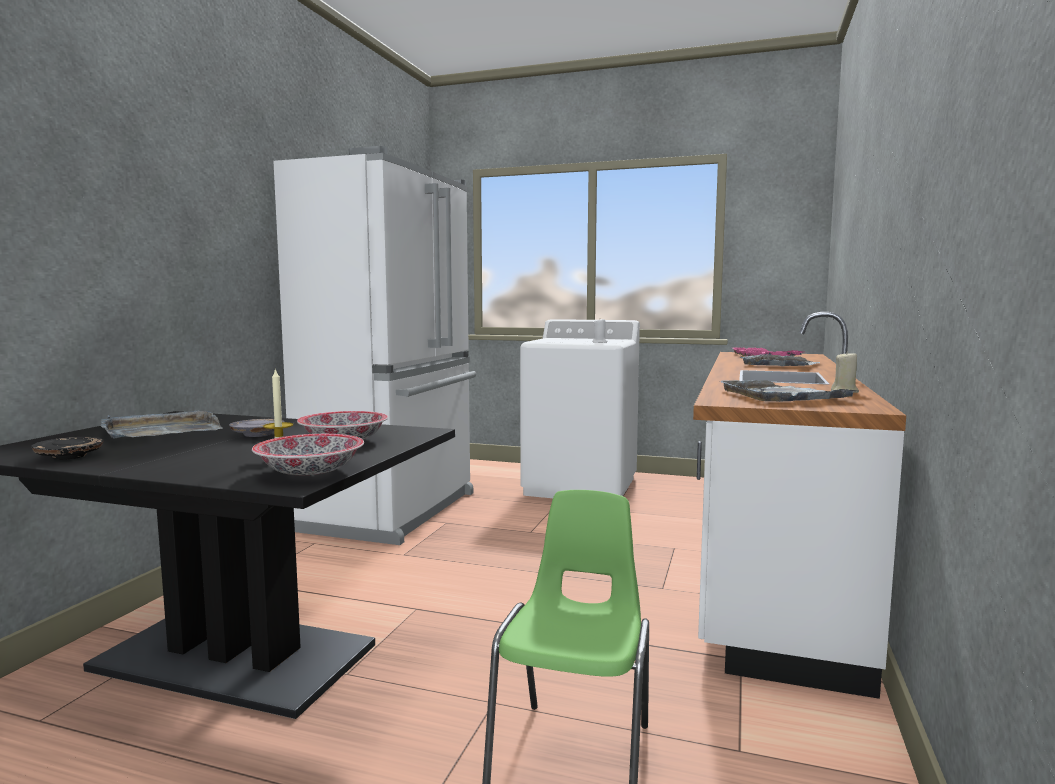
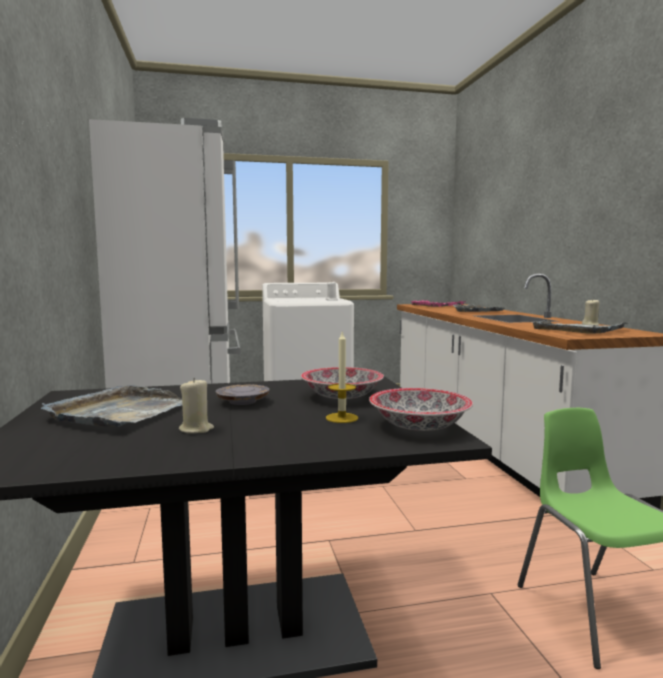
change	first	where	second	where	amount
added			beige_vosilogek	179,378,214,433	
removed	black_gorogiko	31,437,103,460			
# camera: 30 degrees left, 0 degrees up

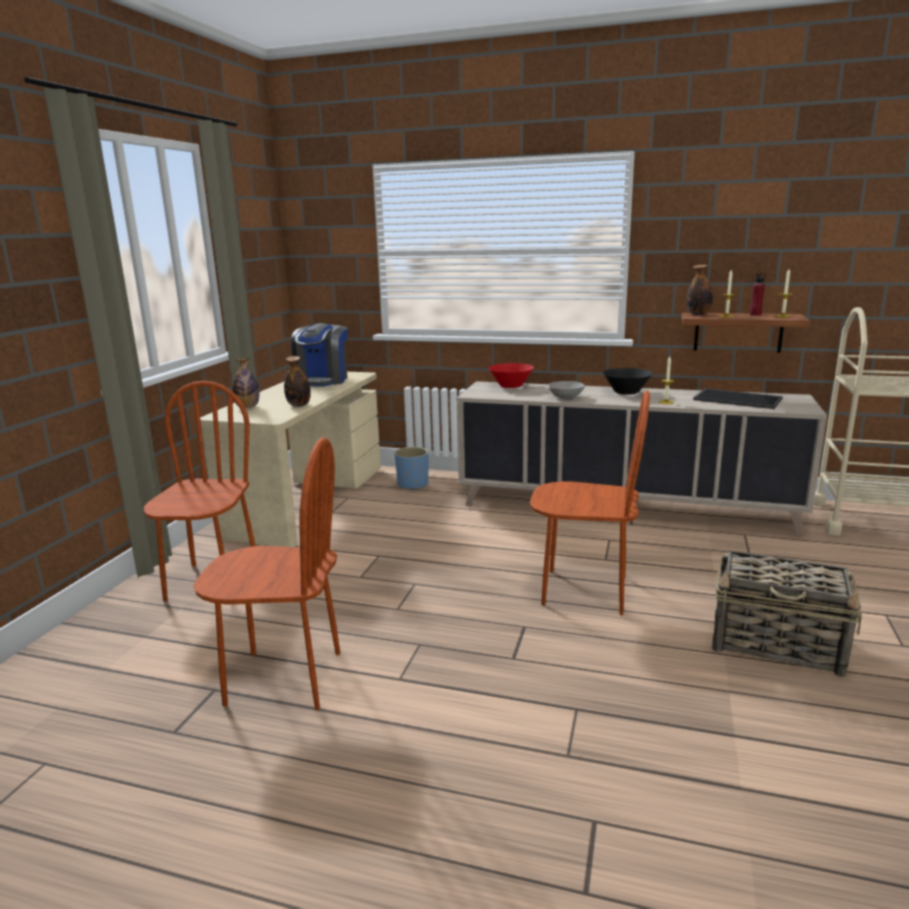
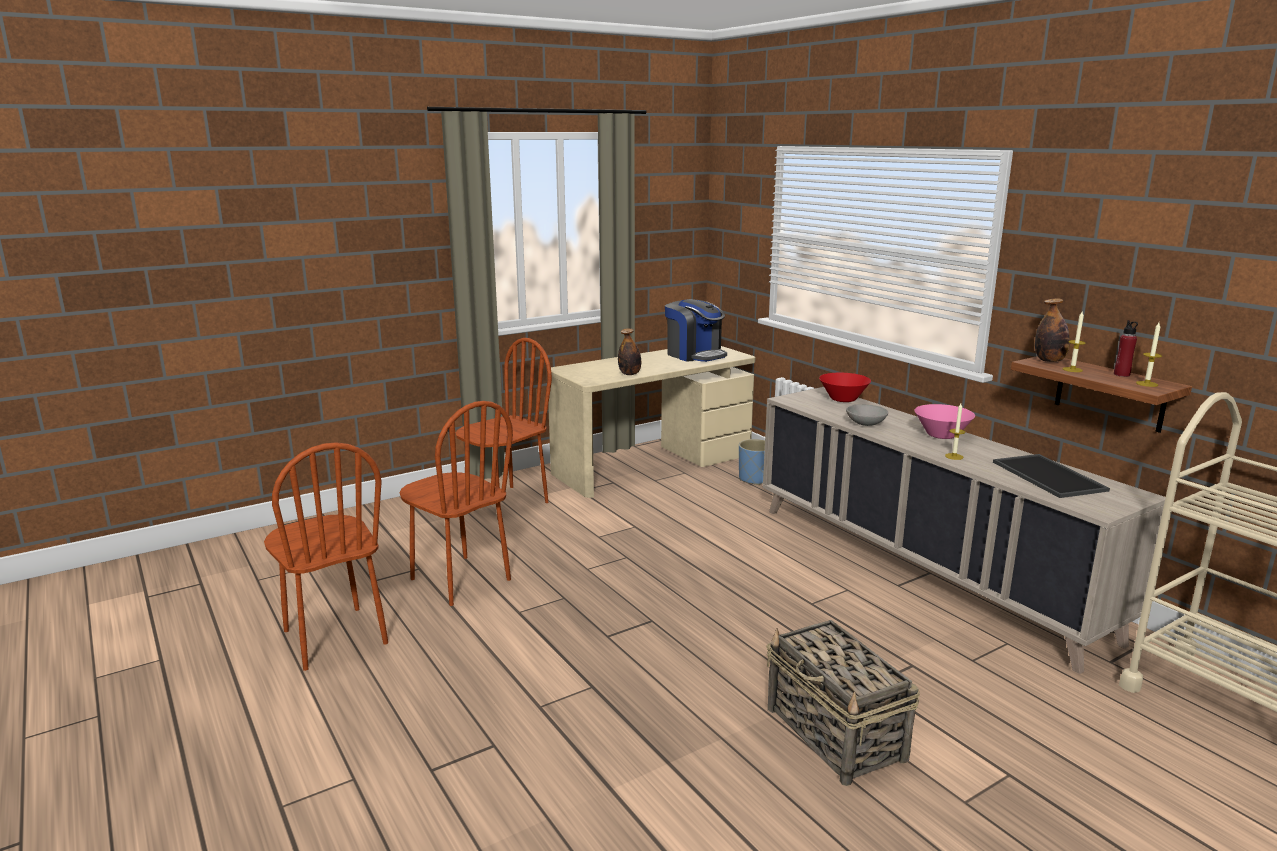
change	first	where	second	where	amount
moved	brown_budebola	530,391,650,615		264,442,388,671	
turned	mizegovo	291,323,348,386		665,299,727,362	90 degrees counterclockwise
recoloured	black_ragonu	603,368,653,395	pink_ragonu	914,404,975,439	
removed	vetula	233,358,259,408			
# camera: 40 degrees right, 0 degrees up

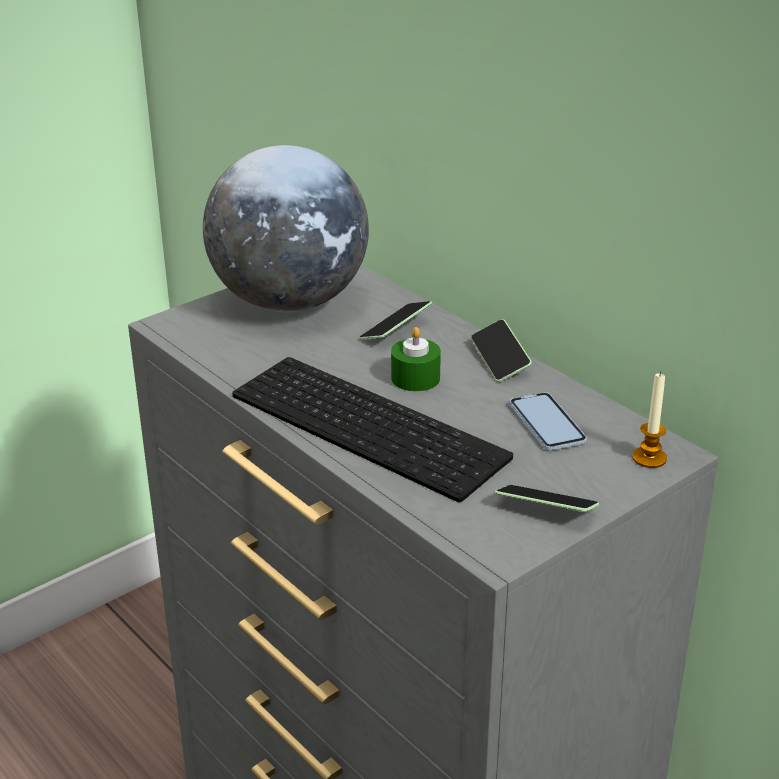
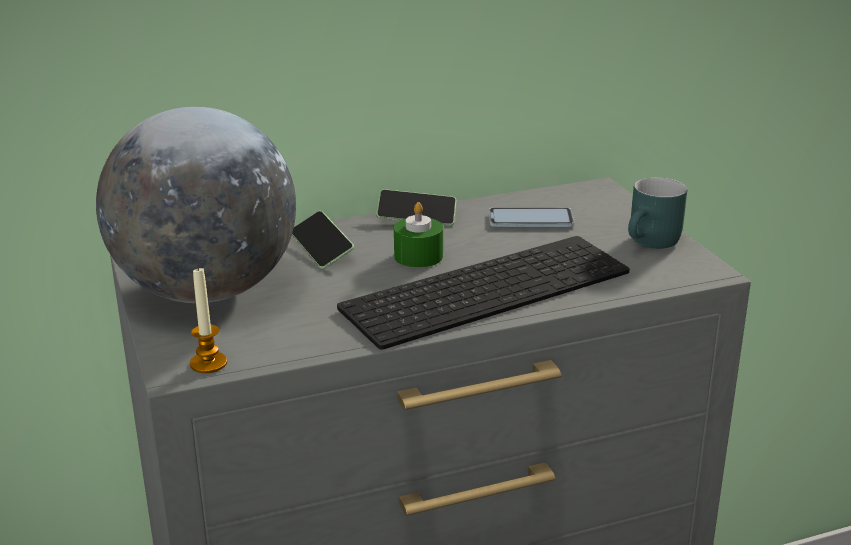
change	first	where	second	where	amount
moved	vosilogek	632,372,667,468		190,268,227,373	
replaced	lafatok	494,485,599,512	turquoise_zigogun	628,177,687,249	
# camera: 70 degrees left, 5 degrees down

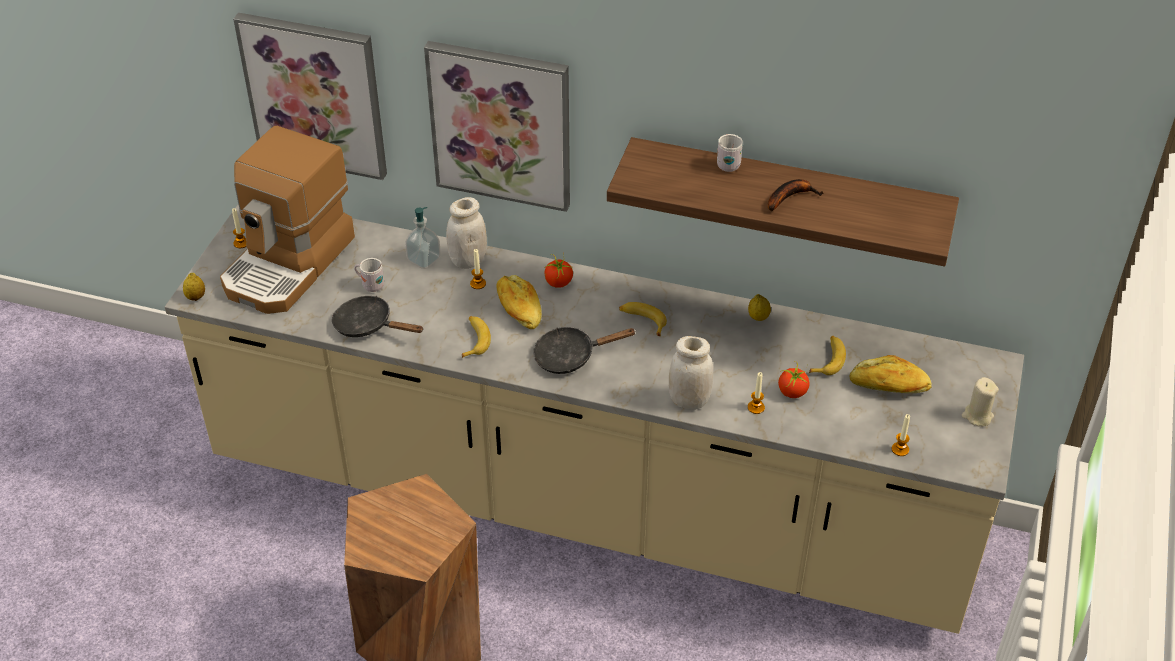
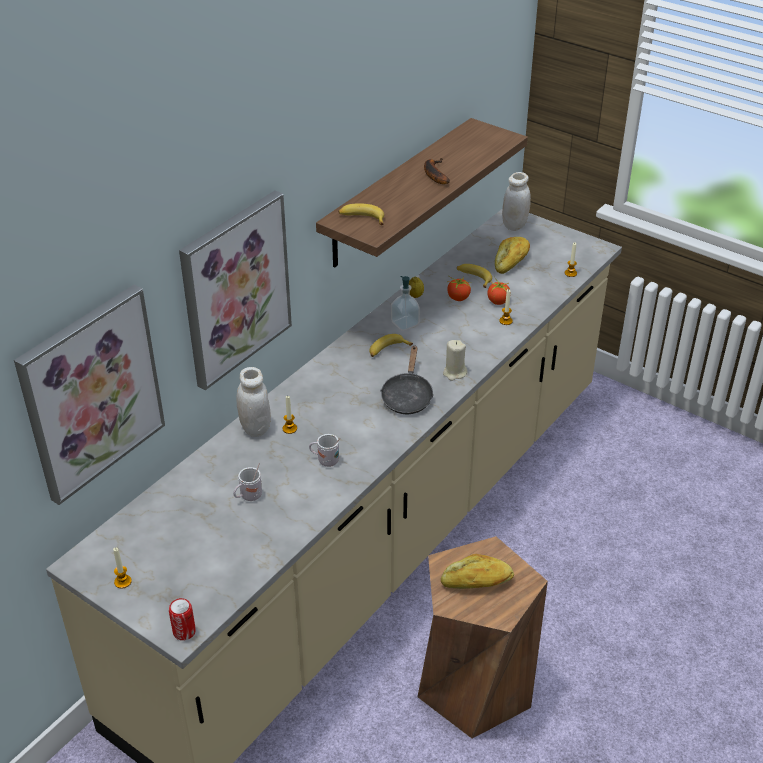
change	first	where	second	where	amount
replaced	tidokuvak	183,273,205,301	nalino	169,598,196,641	
moved	white_zigogun	717,134,743,172		309,434,340,467	
moved	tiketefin	462,316,491,358		338,203,384,225	
moved	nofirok	405,207,441,269		391,276,420,331	
moved	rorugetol	496,275,542,329		441,554,514,589	
moved	beige_vosilogek	962,377,999,427		443,340,467,381	
moved	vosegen	545,253,573,288		447,276,472,301	
moved	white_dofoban	669,336,713,410		502,172,531,231	
removed	mizegovo	220,126,355,314			
removed	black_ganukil	332,296,424,337			
# camera: 70 degrees left, 5 degrees down

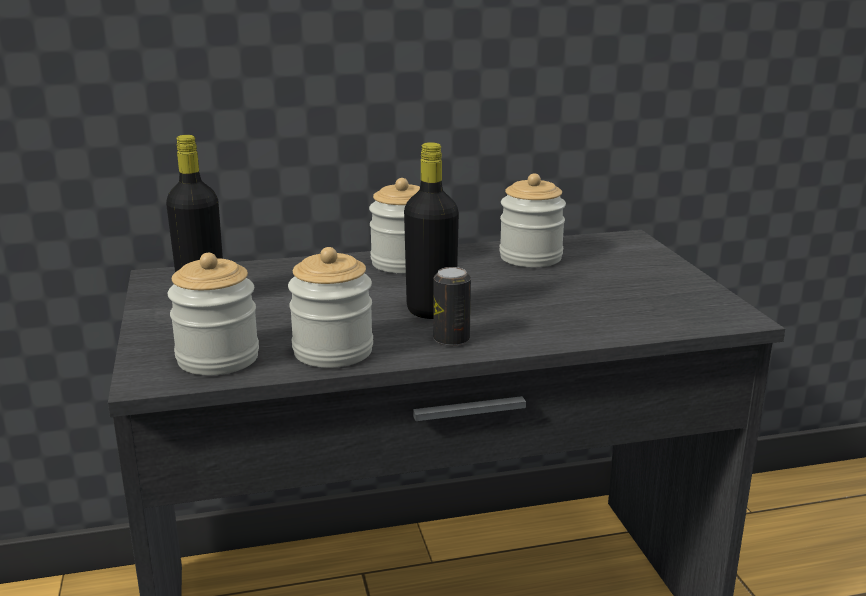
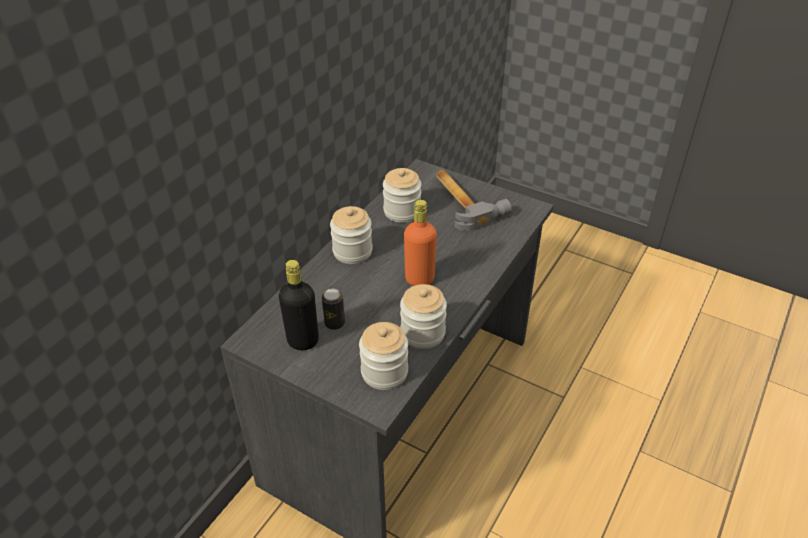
change	first	where	second	where	amount
moved	nalino	433,267,471,346		322,289,345,330	
recoloured	black_vetula	404,142,459,319	orange_vetula	404,200,437,286	
added			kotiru	436,170,512,231	
# camera: 45 degrees left, 20 degrees up

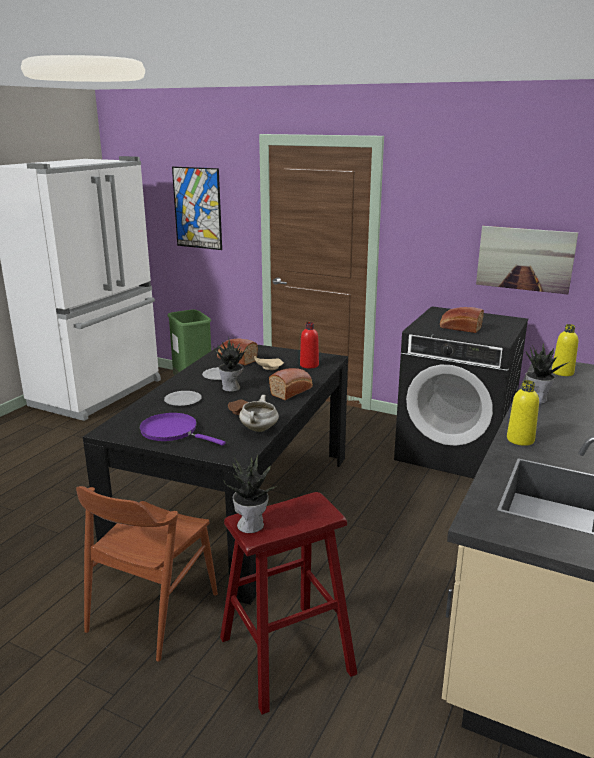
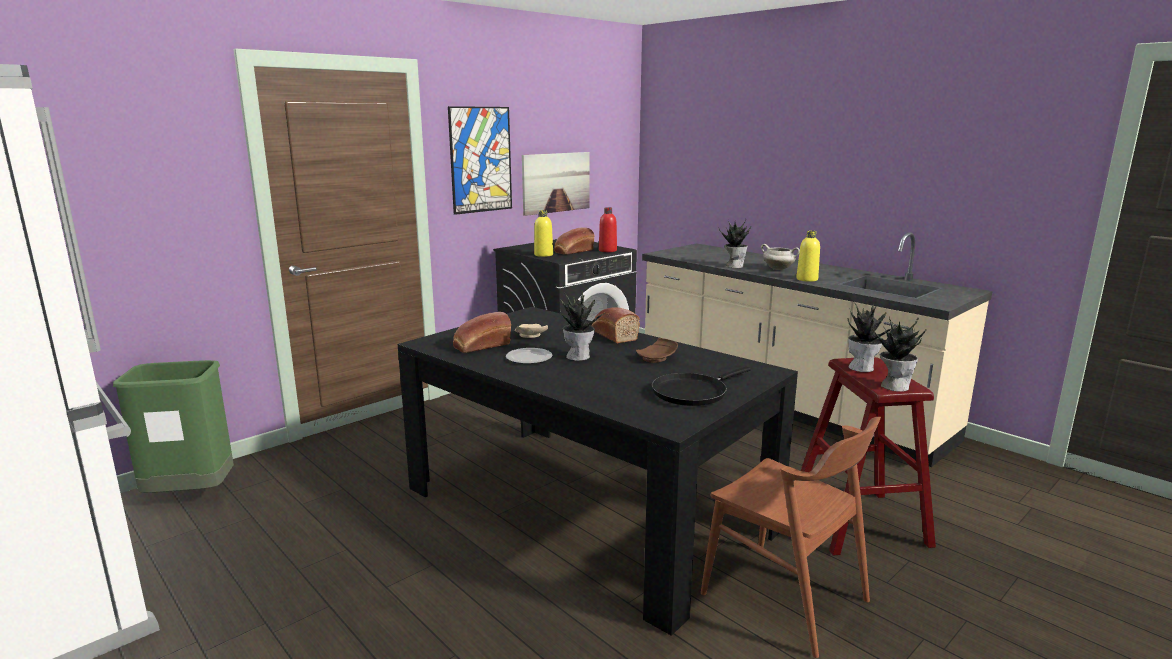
change	first	where	second	where	amount
moved	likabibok	172,167,222,250		448,106,512,215	
moved	yellow_vetula	552,324,578,376		534,210,553,257	
moved	red_vetula	300,322,319,368		599,207,617,252	
recoloured	purple_ganukil	139,413,225,446	black_ganukil	652,367,751,406	
moved	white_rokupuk	239,395,279,432		761,244,800,270	
added			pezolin	848,301,891,372	
removed	gorogiko	164,391,202,406			
# camera: 70 degrees left, 5 degrees down

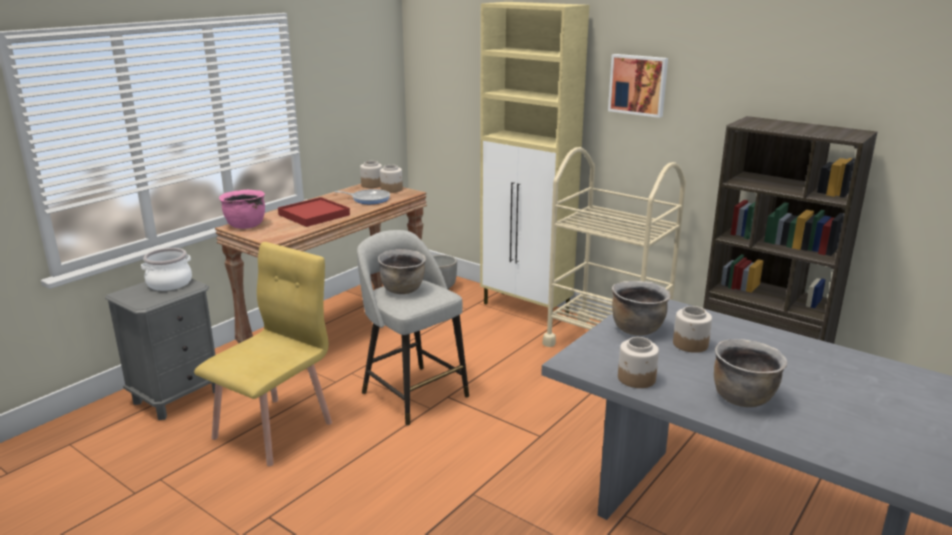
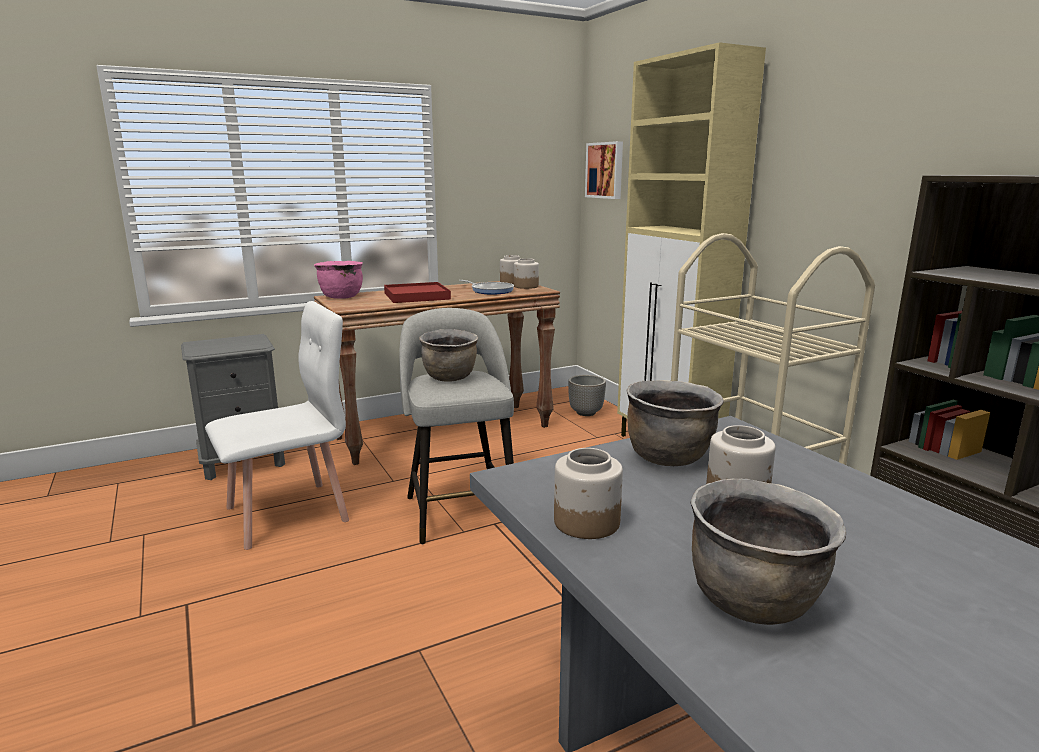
change	first	where	second	where	amount
recoloured	yellow_budebola	194,242,332,466	white_budebola	205,301,349,550	
moved	likabibok	608,54,668,118		585,141,623,199	
removed	rokupuk	141,248,192,291			
# camera: 25 degrees right, 5 degrees down

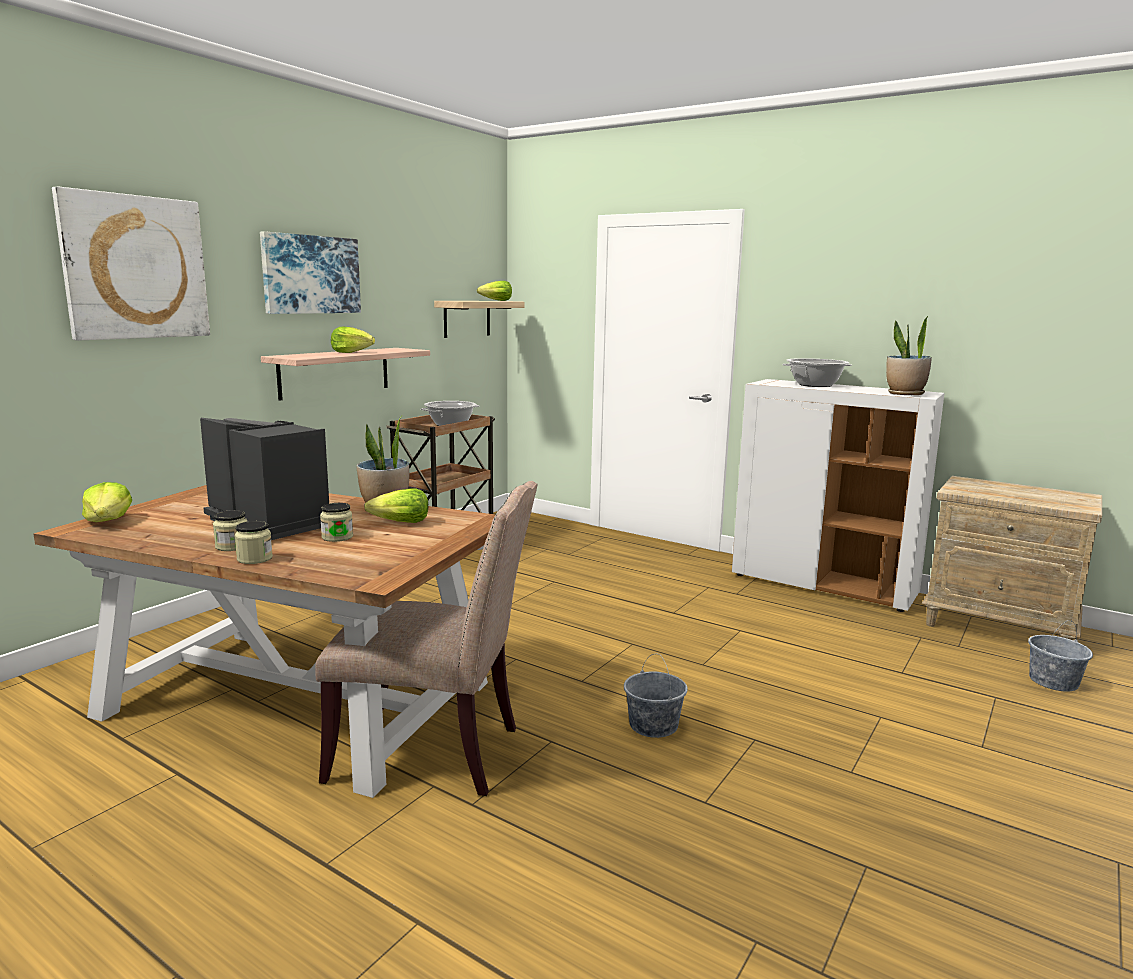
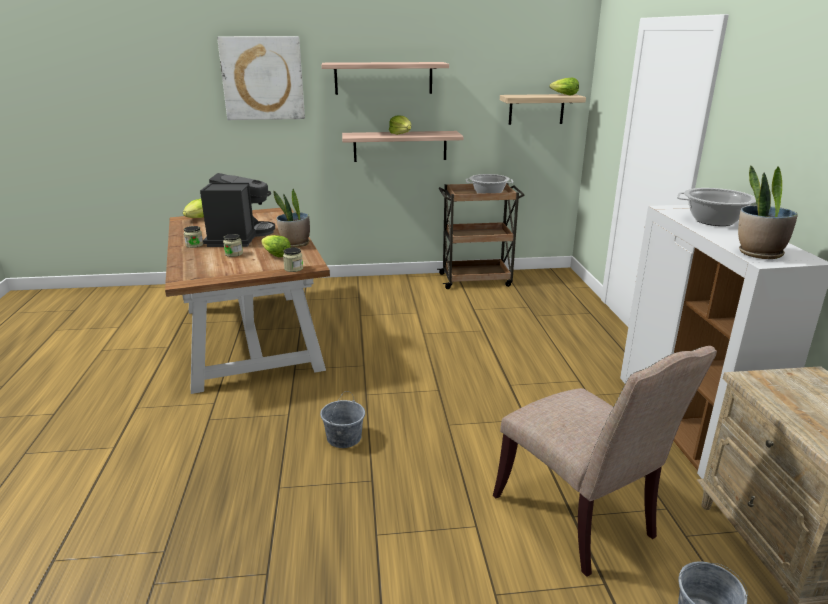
change	first	where	second	where	amount
moved	dofoban	235,521,273,564		283,247,303,272	
replaced	likabibok	260,231,361,314	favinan	321,62,449,95	
moved	beige_budebola	315,481,538,796		493,346,717,577	
# camera: 50 degrees right, 10 degrees up

